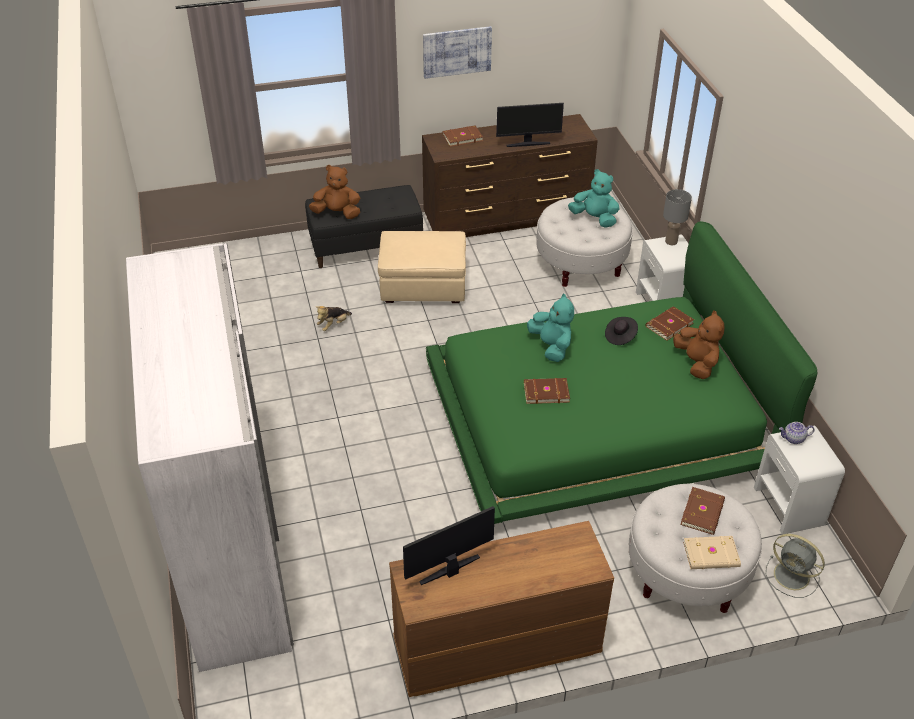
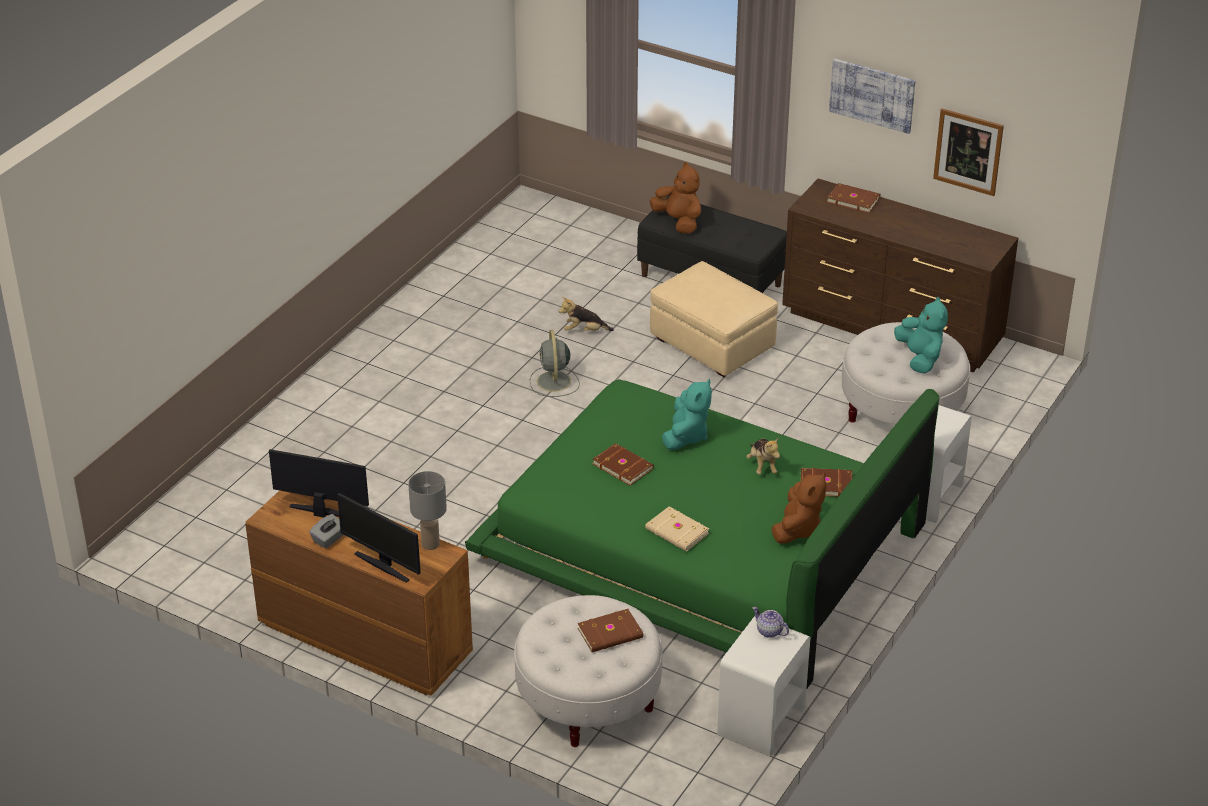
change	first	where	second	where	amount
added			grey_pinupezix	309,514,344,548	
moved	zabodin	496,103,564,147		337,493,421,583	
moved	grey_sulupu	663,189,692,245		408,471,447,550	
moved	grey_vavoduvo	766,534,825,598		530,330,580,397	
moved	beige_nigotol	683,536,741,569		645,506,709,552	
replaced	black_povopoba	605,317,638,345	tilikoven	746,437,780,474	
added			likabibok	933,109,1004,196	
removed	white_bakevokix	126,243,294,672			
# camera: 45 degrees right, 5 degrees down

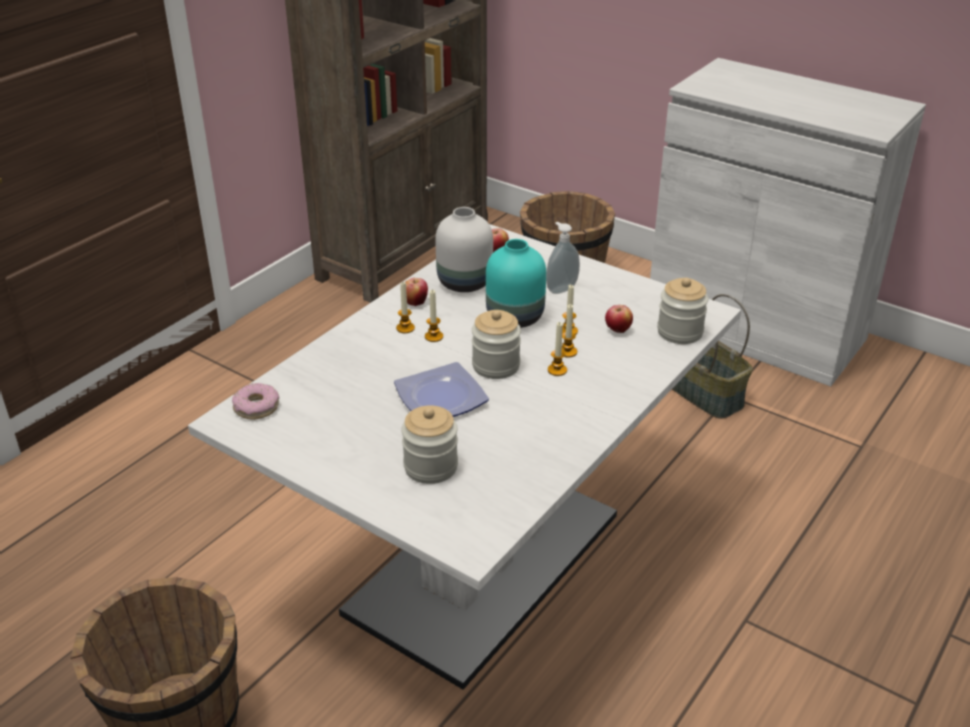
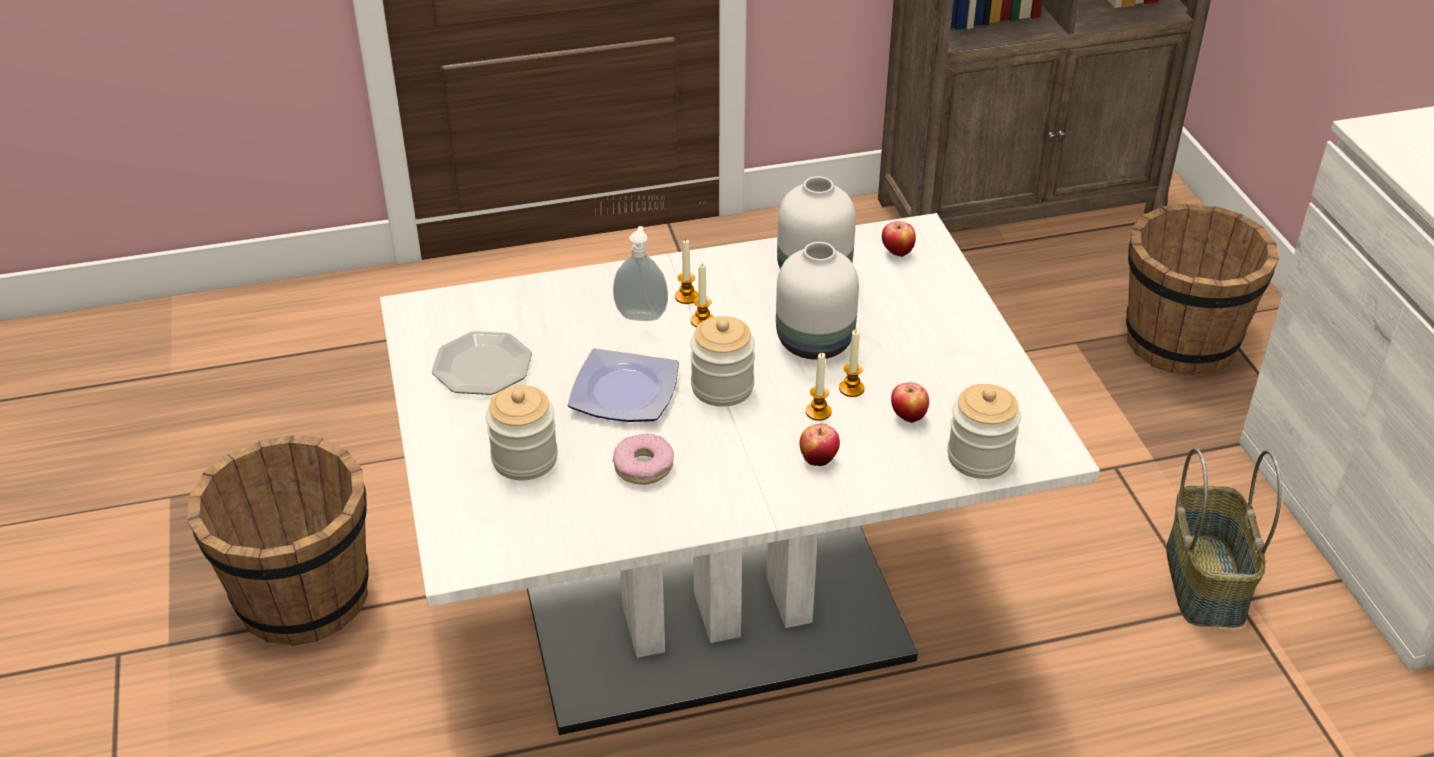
change	first	where	second	where	amount
added			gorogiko	432,331,532,395	
moved	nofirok	546,222,580,294		613,226,668,321	
moved	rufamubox	232,383,279,420		613,434,674,485	
recoloured	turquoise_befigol	486,239,546,328	white_befigol	776,242,859,360	
moved	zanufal	406,278,428,306		800,424,840,466	
removed	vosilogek	548,322,567,376			
# camera: 40 degrees right, 5 degrees up

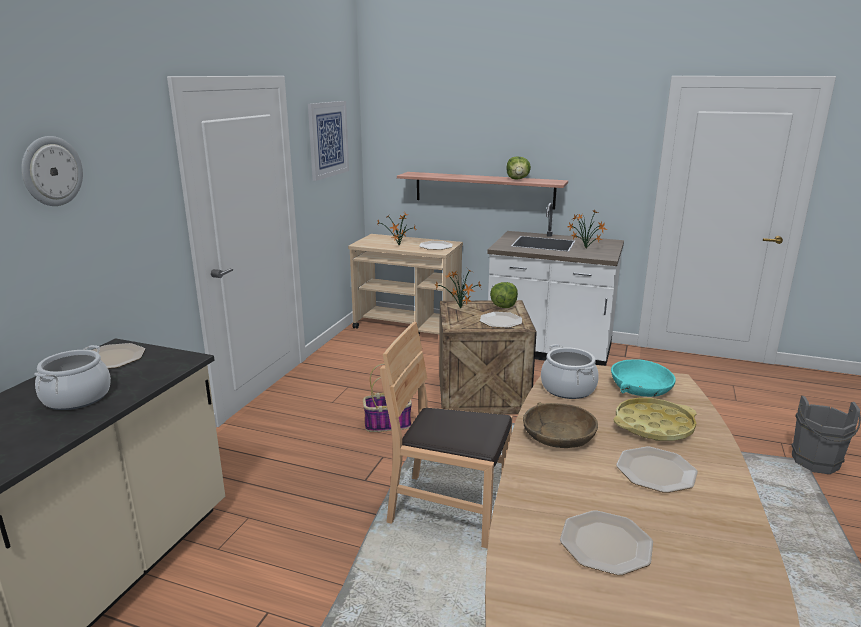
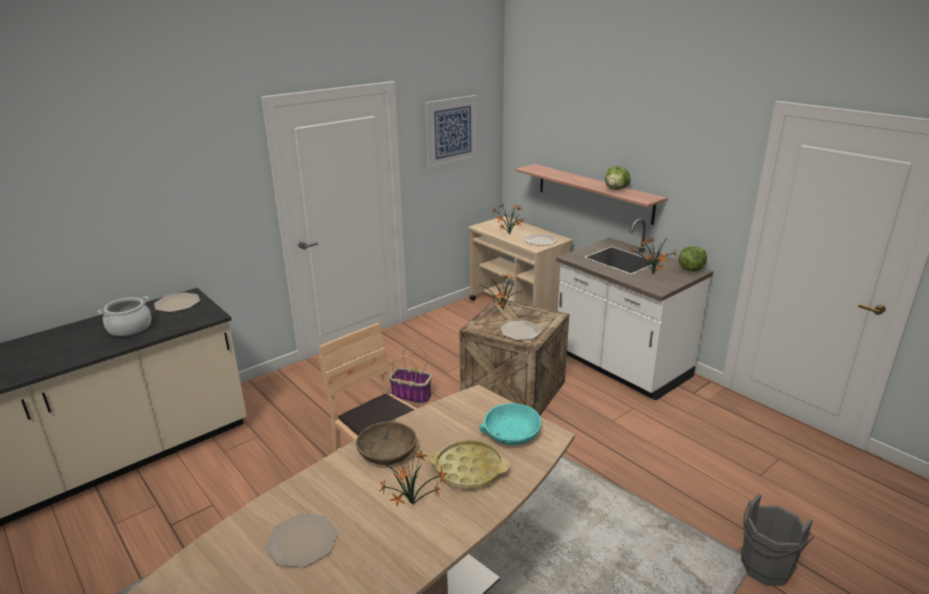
change	first	where	second	where	amount
replaced	gorogiko	616,447,698,493	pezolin	377,445,448,506	
moved	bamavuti	490,282,518,308		678,246,707,272	
removed	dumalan	21,136,83,206			
removed	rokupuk	541,344,599,399			
# camera: 30 degrees right, 5 degrees up

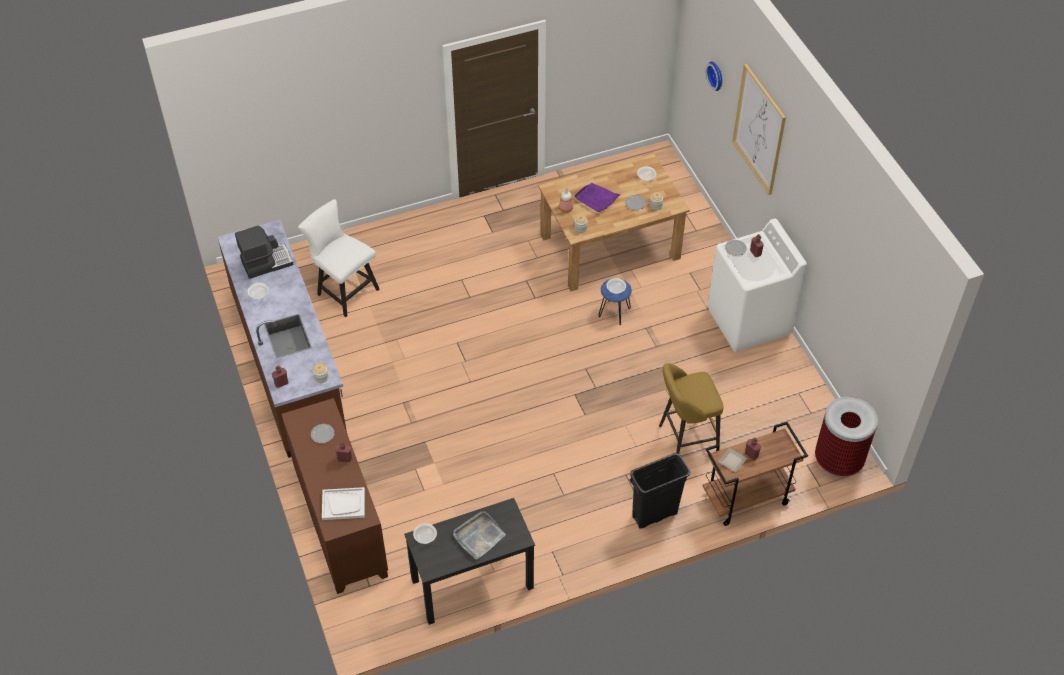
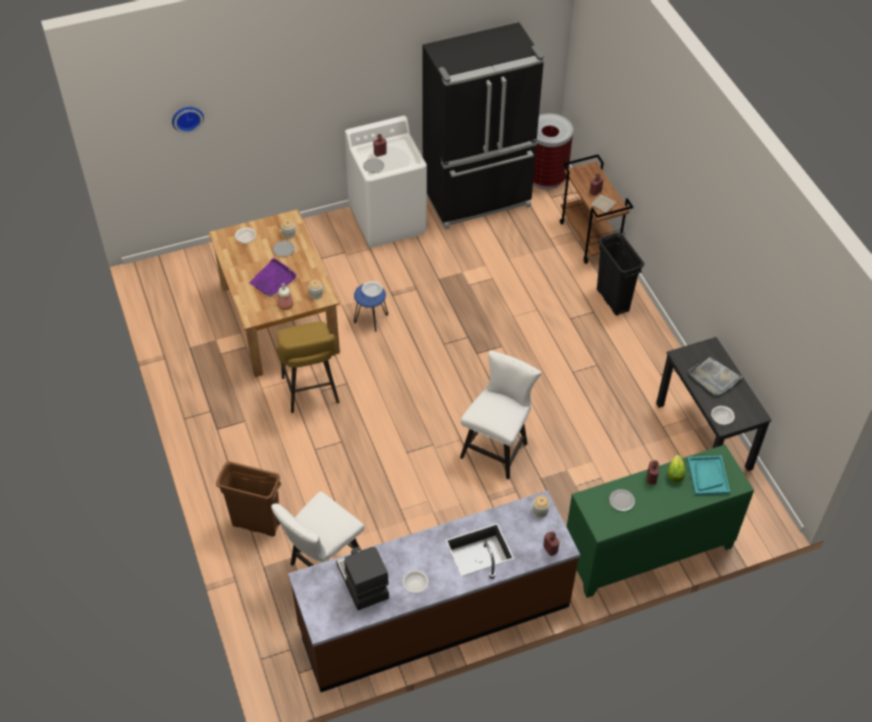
change	first	where	second	where	amount
added			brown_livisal	216,461,282,537	
moved	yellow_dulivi	659,363,724,454		277,321,339,413	
added			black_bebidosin	423,22,544,229	
added			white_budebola	460,350,542,480	
recoloured	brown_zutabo	282,398,388,594	green_zutabo	567,444,754,598	
added			bamavuti	667,455,685,482	
recoloured	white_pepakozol	322,487,365,520	turquoise_pepakozol	687,455,730,496	
removed	likabibok	732,64,786,195			
# camera: 90 degrees left, 0 degrees up

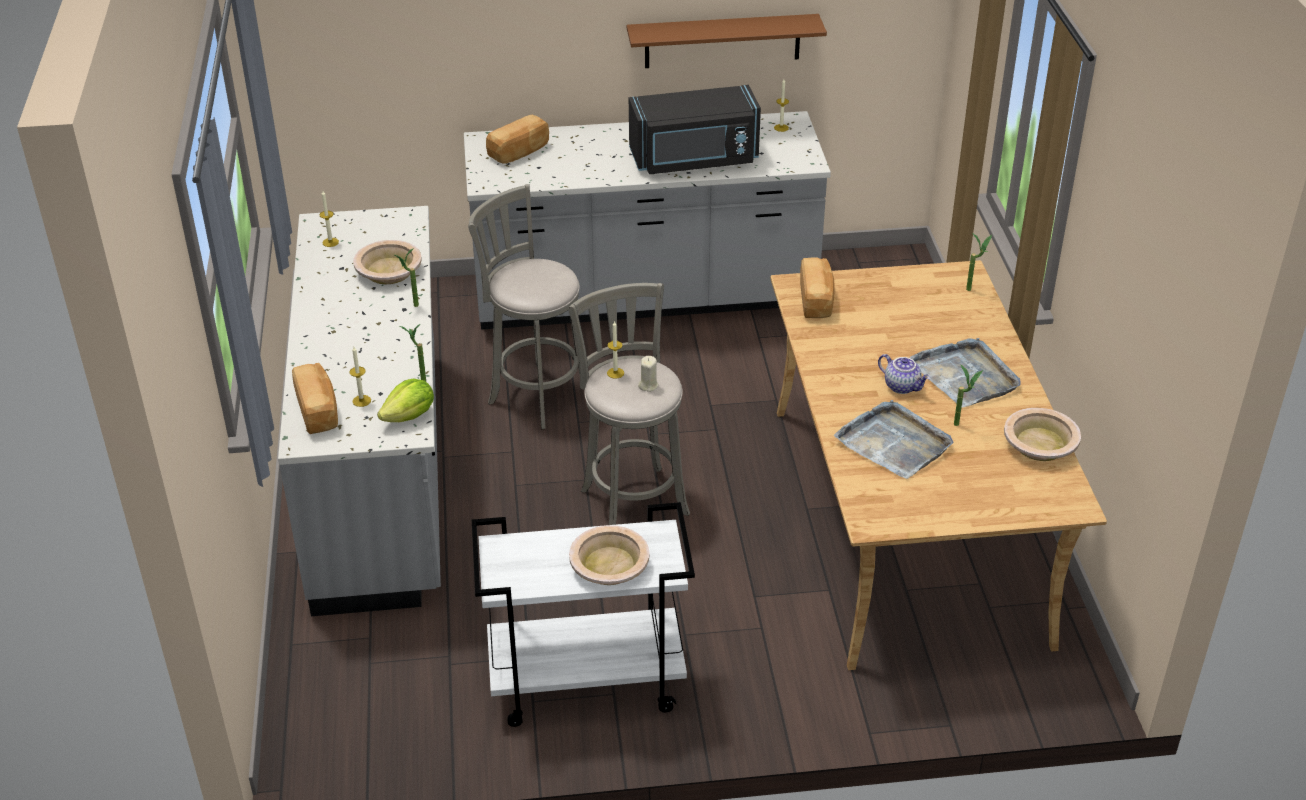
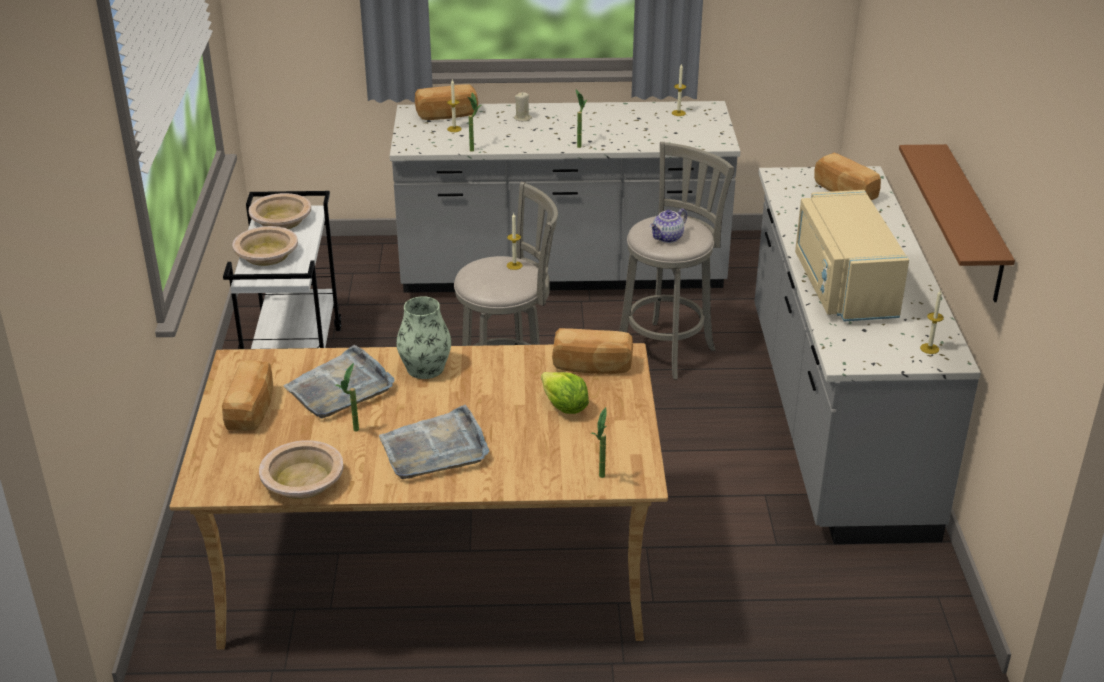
change	first	where	second	where	amount
added			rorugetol	222,360,273,431	
moved	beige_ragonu	353,240,422,284		249,193,311,229	
added			befigol	396,296,451,379	
moved	beige_vosilogek	638,356,659,392		514,92,532,121	
moved	bamavuti	377,378,434,422		541,372,589,414	
moved	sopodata	878,354,930,394		650,208,687,243	
recoloured	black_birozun	629,85,761,174	beige_birozun	795,190,909,321	
# camera: 95 degrees right, 5 degrees down

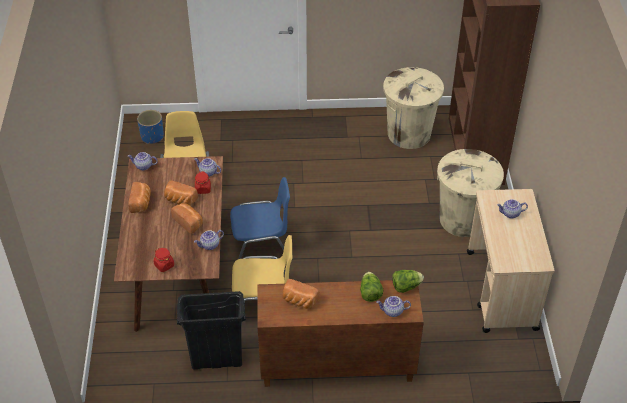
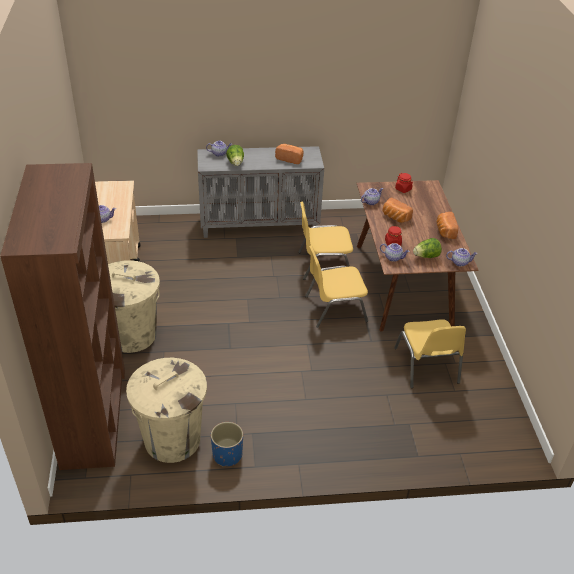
change	first	where	second	where	amount
recoloured	brown_zutabo	257,280,424,387	grey_zutabo	197,146,324,238	
moved	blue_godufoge	137,110,164,144		211,422,243,467	
recoloured	blue_budebola	230,177,290,259	yellow_budebola	305,245,368,328	
moved	bamavuti	392,270,424,293		413,238,442,258	
removed	rorugetol	164,181,198,205			
removed	black_livisal	177,291,246,370			
# camera: 175 degrees right, 5 degrees down

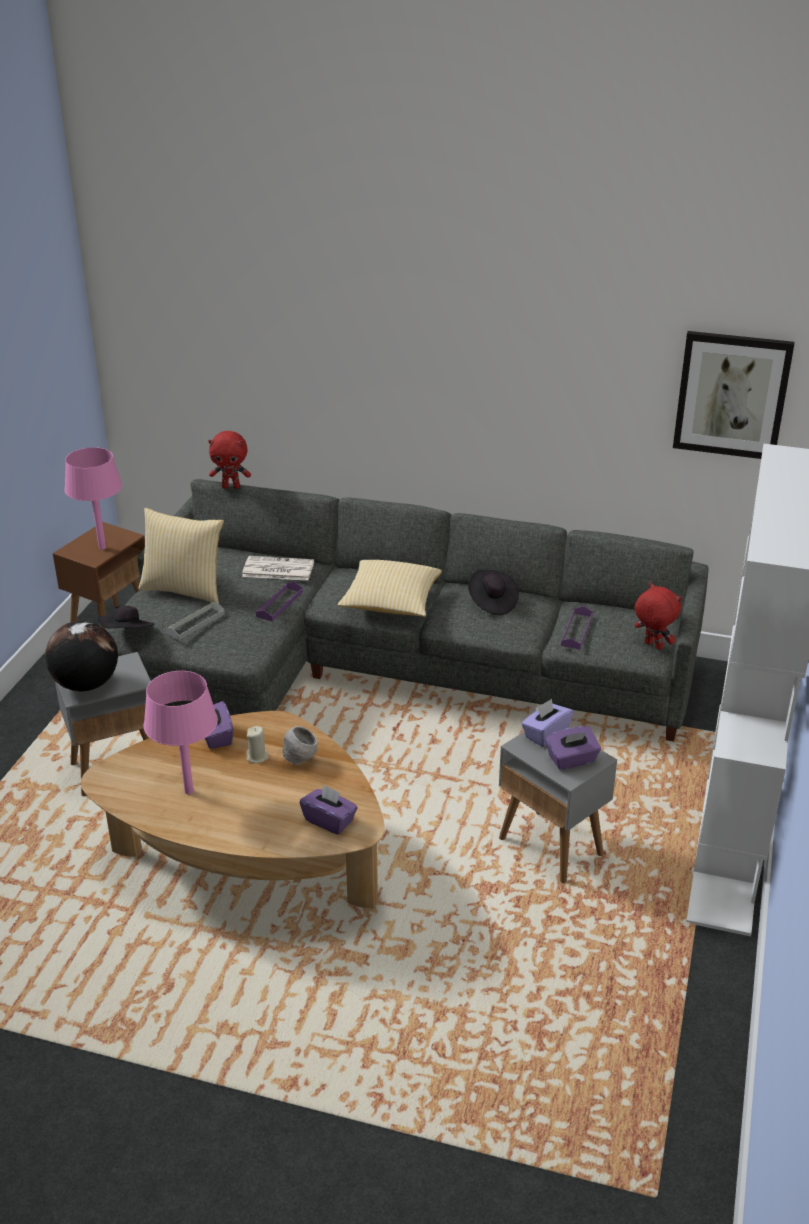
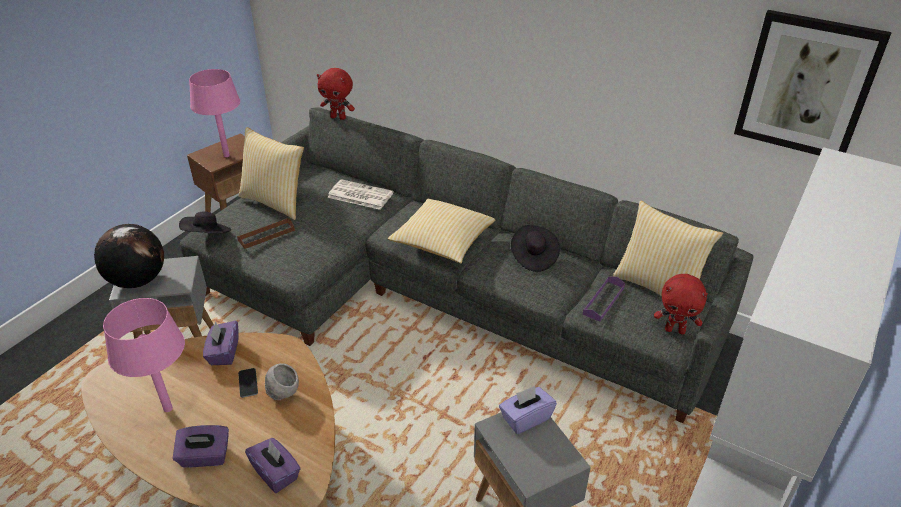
change	first	where	second	where	amount
moved	purple_pinupezix	546,726,601,770		173,425,229,468	
recoloured	grey_pepakozol	166,602,225,640	brown_pepakozol	237,218,295,249	
replaced	beige_vosilogek	247,726,269,763	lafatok	238,368,258,398	
added			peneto	613,201,723,296	
turned	red_tilikoven	635,583,682,650		654,274,708,334	135 degrees clockwise
removed	purple_pepakozol	256,582,303,621			
# camera: 15 degrees right, 5 degrees up

